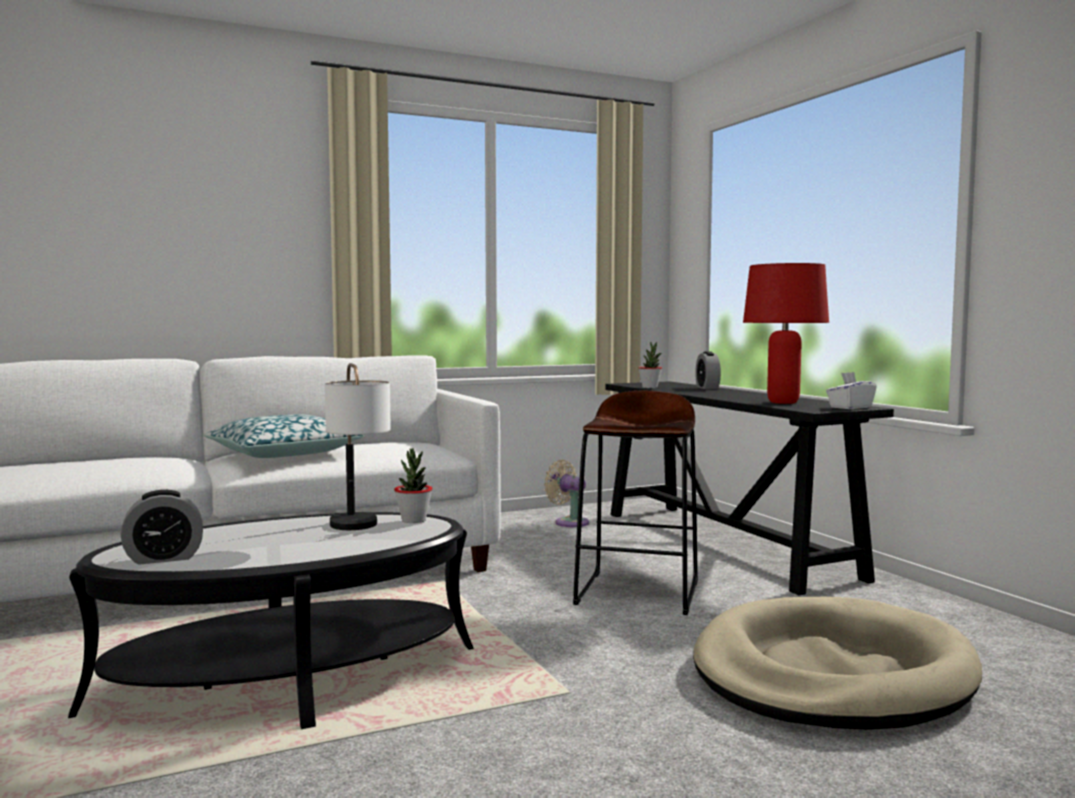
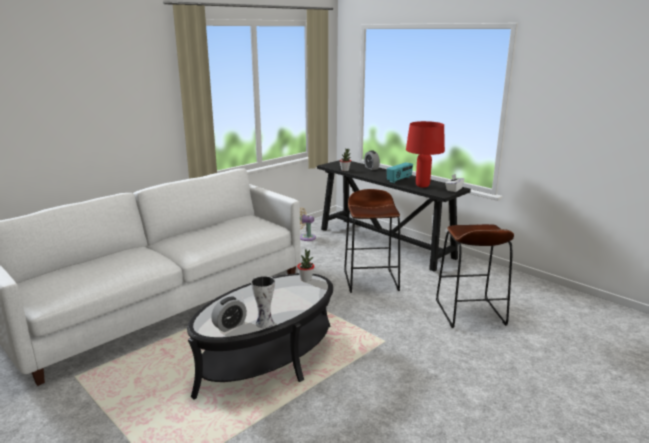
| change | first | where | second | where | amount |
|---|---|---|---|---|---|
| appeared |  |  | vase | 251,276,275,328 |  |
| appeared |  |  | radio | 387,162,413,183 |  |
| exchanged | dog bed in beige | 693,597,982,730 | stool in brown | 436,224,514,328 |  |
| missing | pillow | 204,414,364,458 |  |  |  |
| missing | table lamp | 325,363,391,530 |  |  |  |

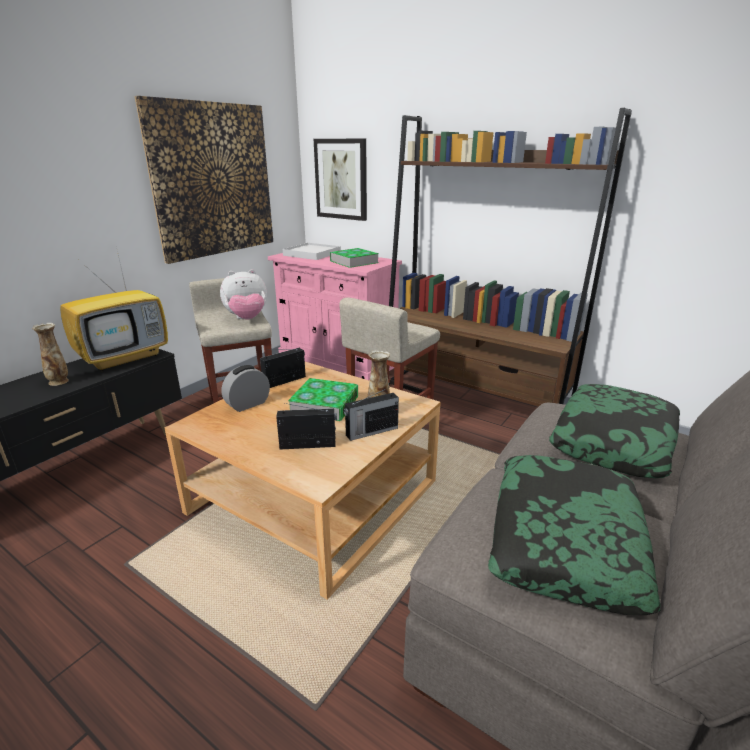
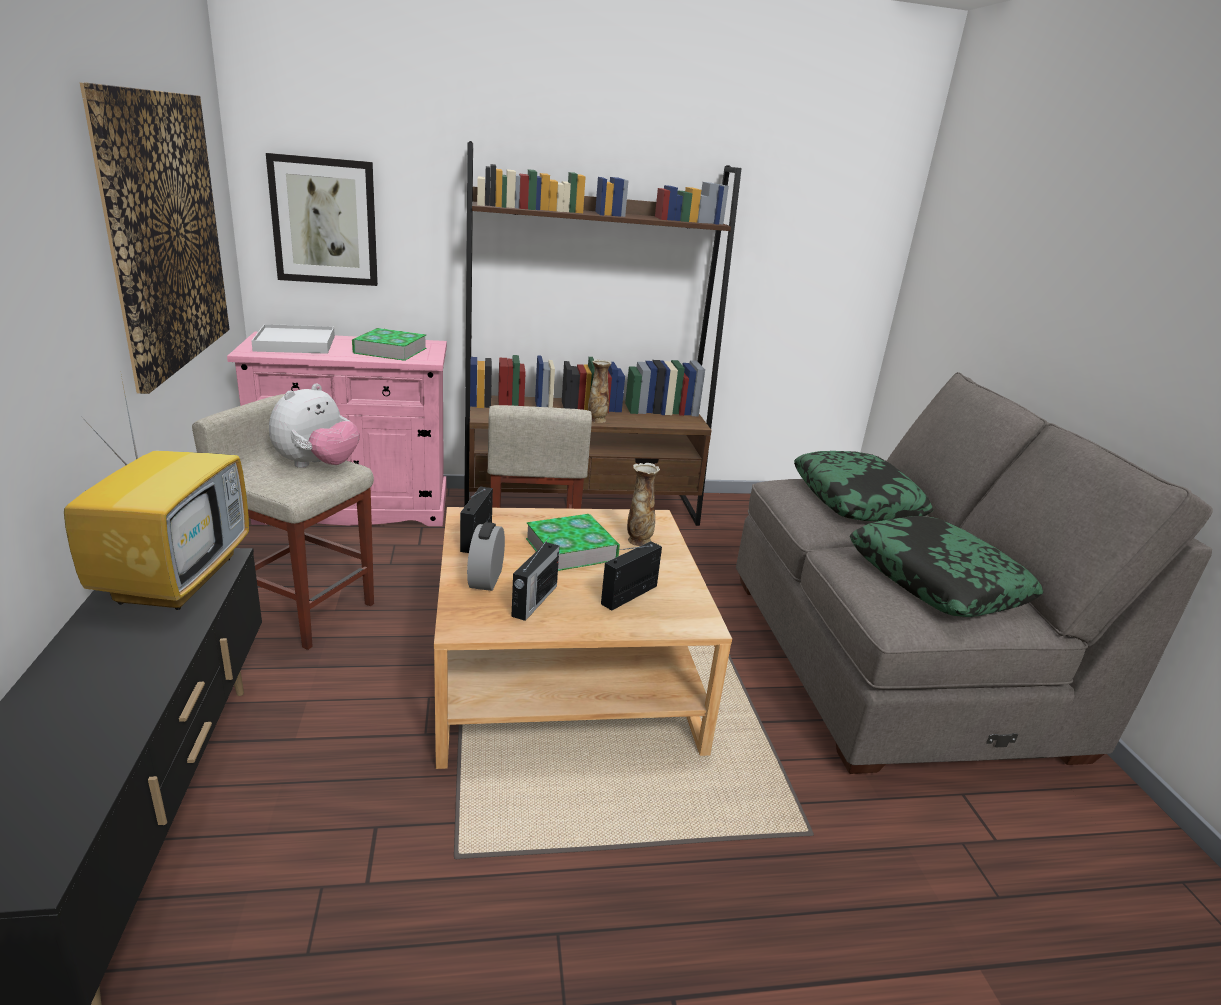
| change | first | where | second | where | amount |
|---|---|---|---|---|---|
| relocated | radio | 344,387,399,441 |  | 511,536,560,621 |  |
| relocated | vase | 32,323,69,386 |  | 588,359,612,423 |  |

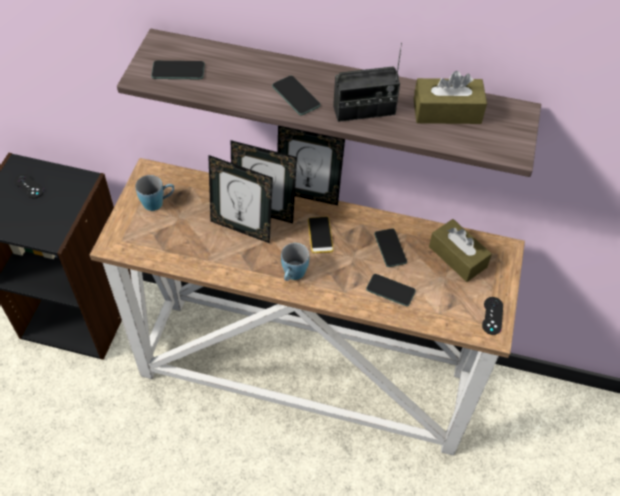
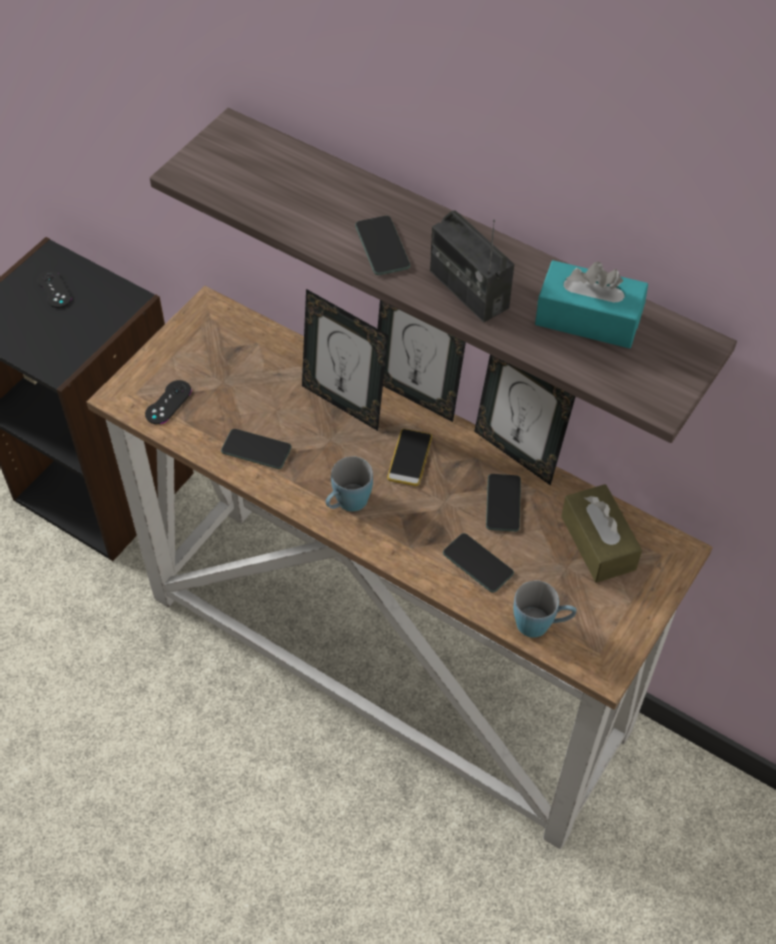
| change | first | where | second | where | amount |
|---|---|---|---|---|---|
| relocated | game controller in black | 482,297,503,335 |  | 145,380,191,424 |  |
| relocated | phone | 151,61,205,79 |  | 221,429,291,469 |  |
| spun | radio | 333,43,402,122 |  | 430,210,514,322 | 45 degrees clockwise |
| relocated | picture frame | 208,155,273,243 |  | 474,354,576,486 |  |
| relocated | mug in blue | 135,175,174,211 |  | 513,581,576,638 |  |
| colour | tissue box in brown | 414,71,487,124 | tissue box in turquoise | 535,260,648,348 |  |

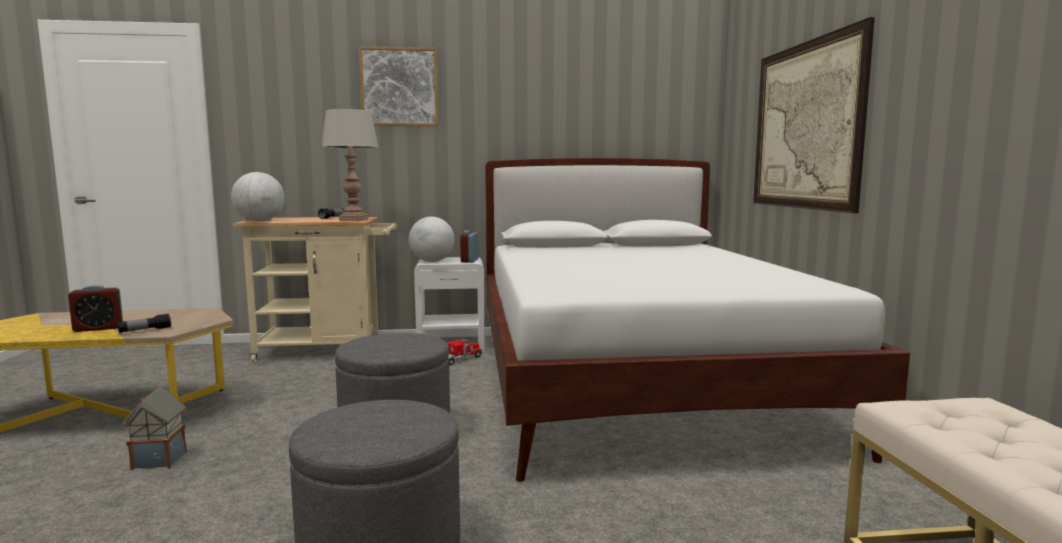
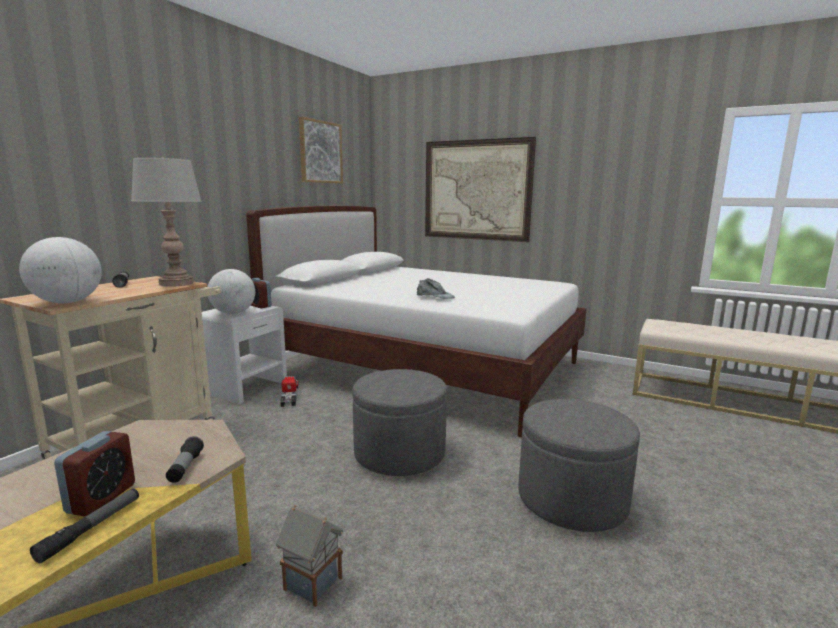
| change | first | where | second | where | amount |
|---|---|---|---|---|---|
| appeared |  |  | flashlight | 30,488,139,563 |  |
| relocated | picture | 359,46,439,126 |  | 299,117,343,183 |  |
| appeared |  |  | cap in grey | 417,278,455,299 |  |

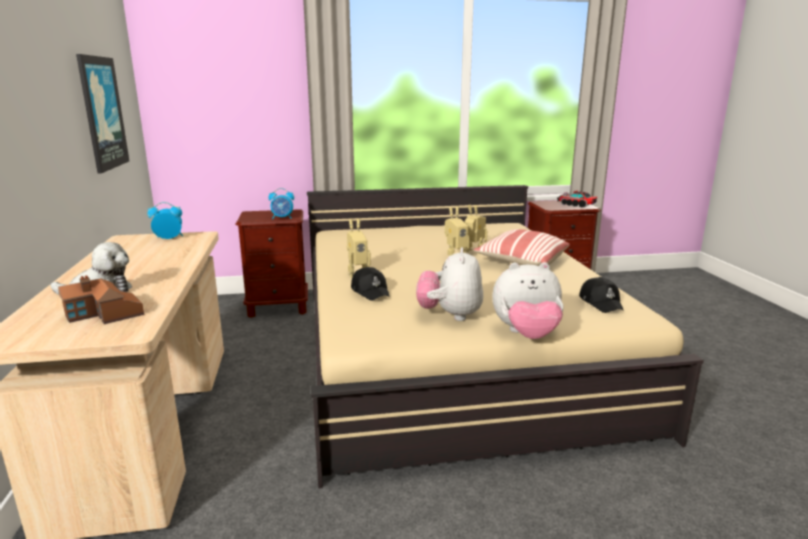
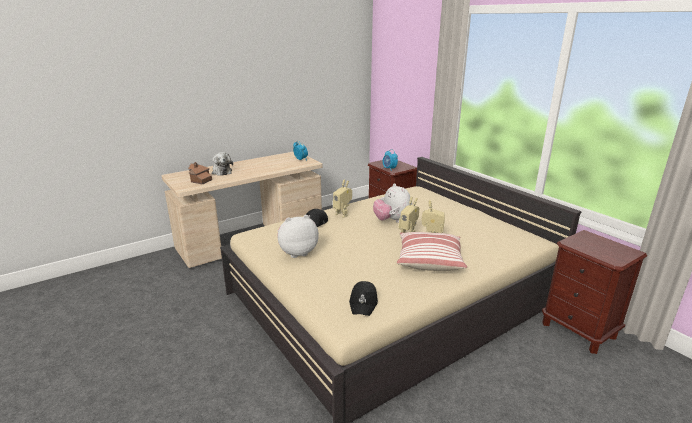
| change | first | where | second | where | amount |
|---|---|---|---|---|---|
| spun | cap in black | 579,277,624,313 |  | 349,281,378,316 | 45 degrees counterclockwise |
| relocated | plush toy | 492,262,564,339 |  | 373,183,412,223 |  |
| missing | picture | 76,54,129,174 |  |  |  |
| missing | toy truck | 557,191,598,208 |  |  |  |

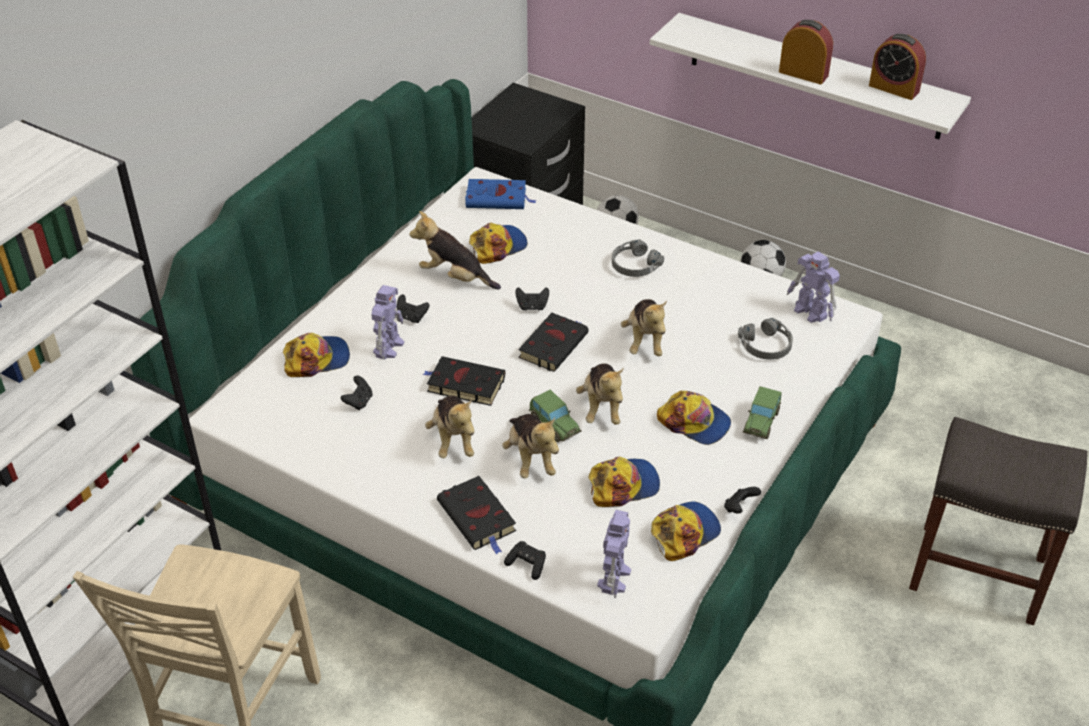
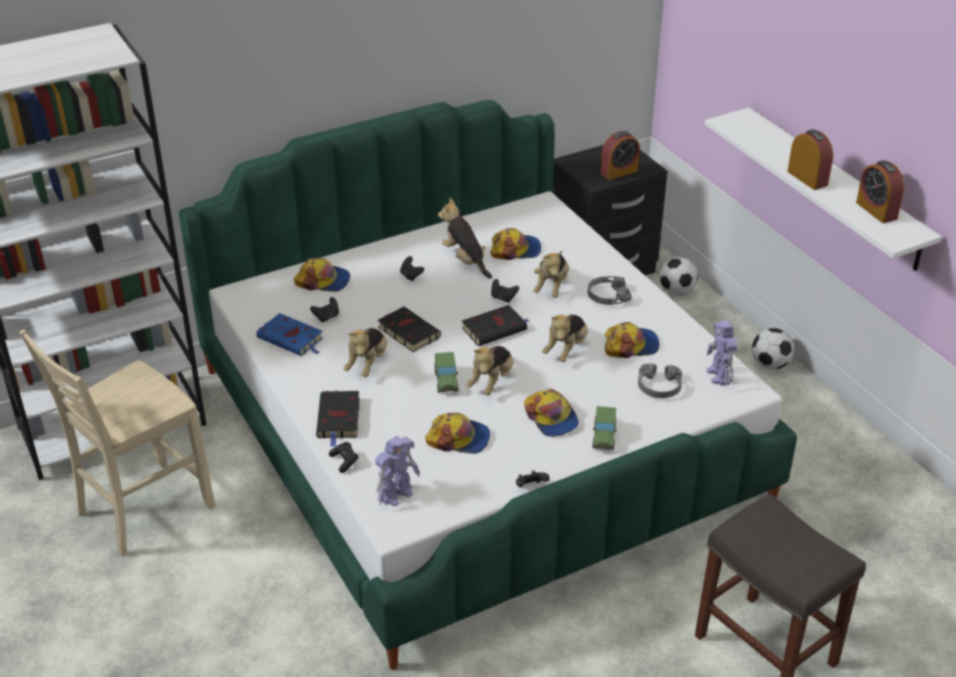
| change | first | where | second | where | amount |
|---|---|---|---|---|---|
| relocated | book in blue | 465,179,536,209 |  | 256,313,323,356 |  |
| relocated | plush toy | 502,414,559,479 |  | 533,251,569,298 |  |
| spun | toy car | 743,386,781,439 |  | 592,406,617,450 | 45 degrees counterclockwise |
| appeared |  |  | alarm clock | 601,131,640,180 |  |
| relocated | cap | 651,501,721,561 |  | 605,322,660,358 |  |
| missing | toy robot | 371,285,404,360 |  |  |  |

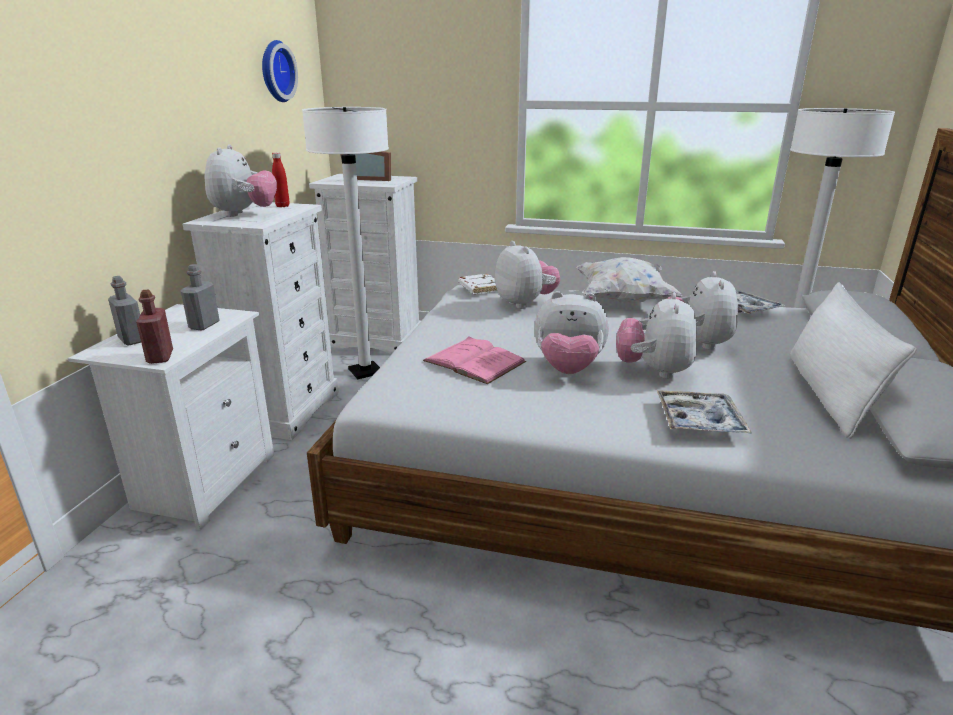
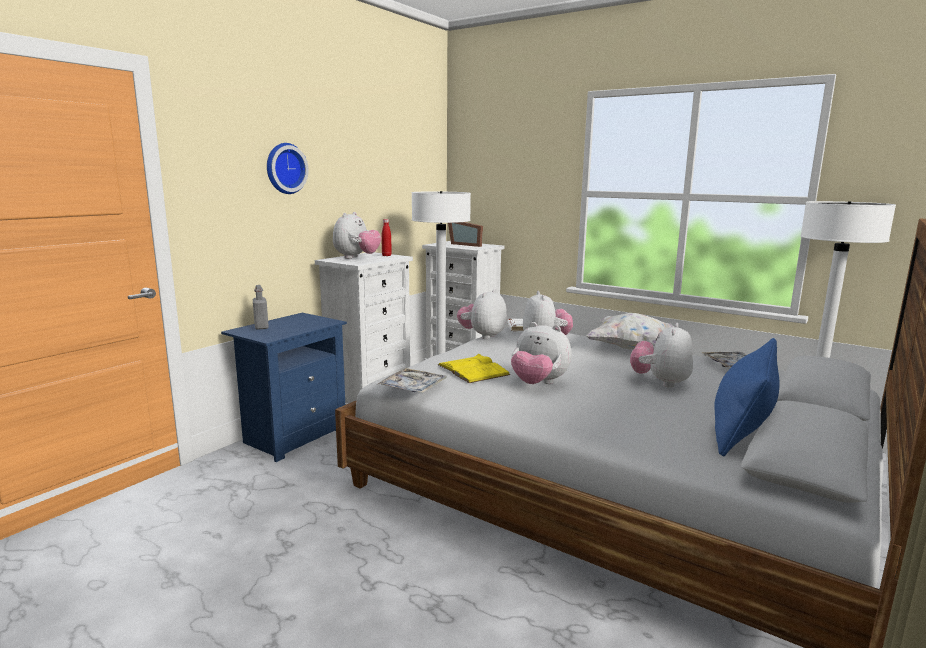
| change | first | where | second | where | amount |
|---|---|---|---|---|---|
| colour | nightstand in white | 68,304,274,530 | nightstand in blue | 221,313,347,462 |  |
| relocated | wall clock | 262,40,298,102 |  | 267,143,309,194 |  |
| relocated | tray | 657,390,752,434 |  | 378,368,447,393 |  |
| colour | book in pink | 423,336,526,384 | book in yellow | 438,353,511,383 |  |
| relocated | plush toy | 616,293,697,379 |  | 457,289,507,339 |  |
| colour | pillow in white | 790,282,917,439 | pillow in blue | 715,338,780,456 |  |
| missing | bottle in red | 136,290,173,364 |  |  |  |
| missing | bottle in grey | 181,264,219,330 |  |  |  |

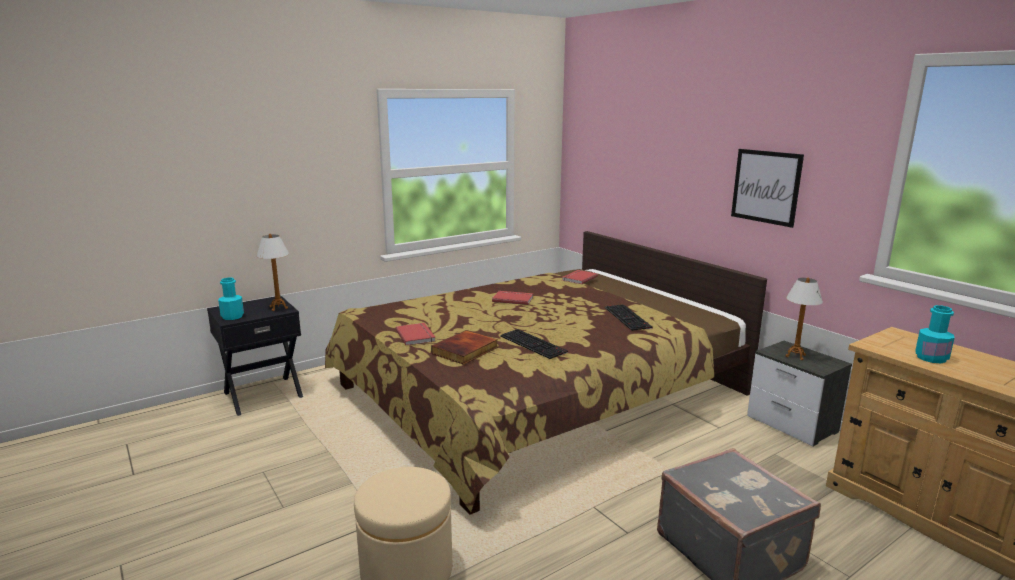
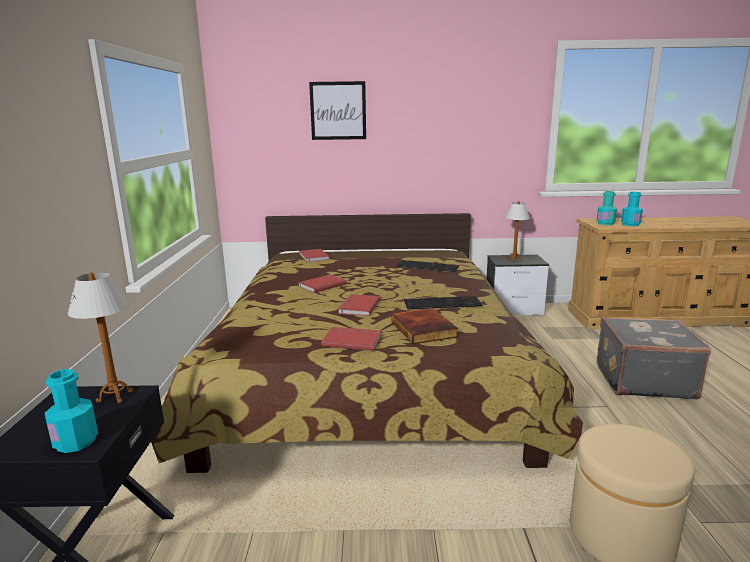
| change | first | where | second | where | amount |
|---|---|---|---|---|---|
| relocated | picture | 731,149,804,228 |  | 309,81,366,140 |  |
| appeared |  |  | book in red | 338,294,380,316 |  |
| appeared |  |  | bottle in turquoise | 597,191,617,225 |  |

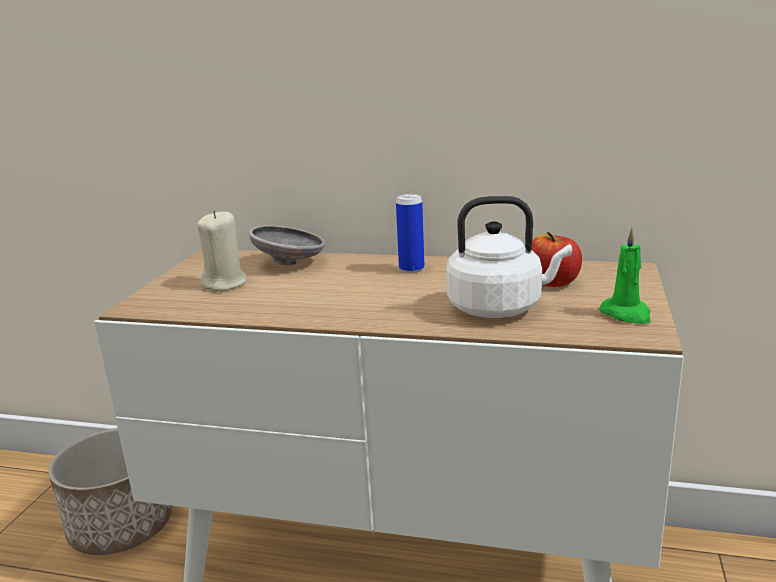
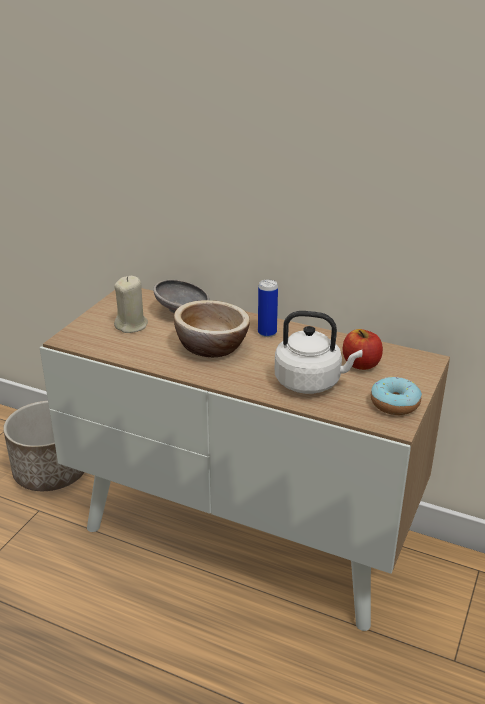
| change | first | where | second | where | amount |
|---|---|---|---|---|---|
| appeared |  |  | bowl | 174,300,250,358 |  |
| exchanged | candle in green | 599,228,651,324 | donut | 371,377,422,415 |  |

